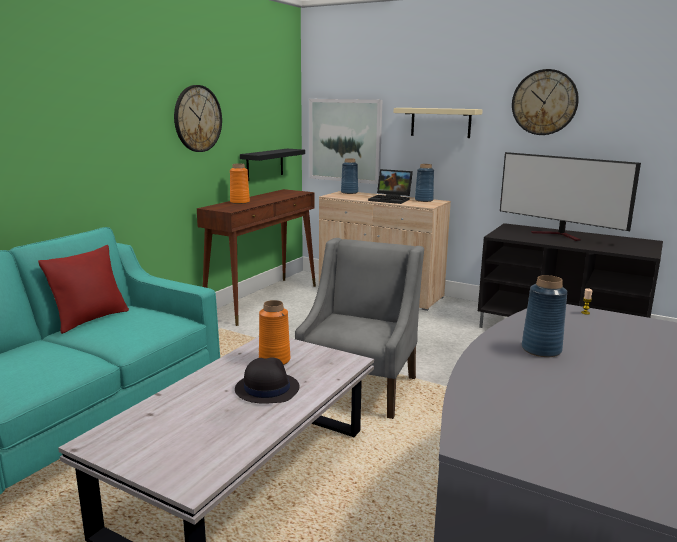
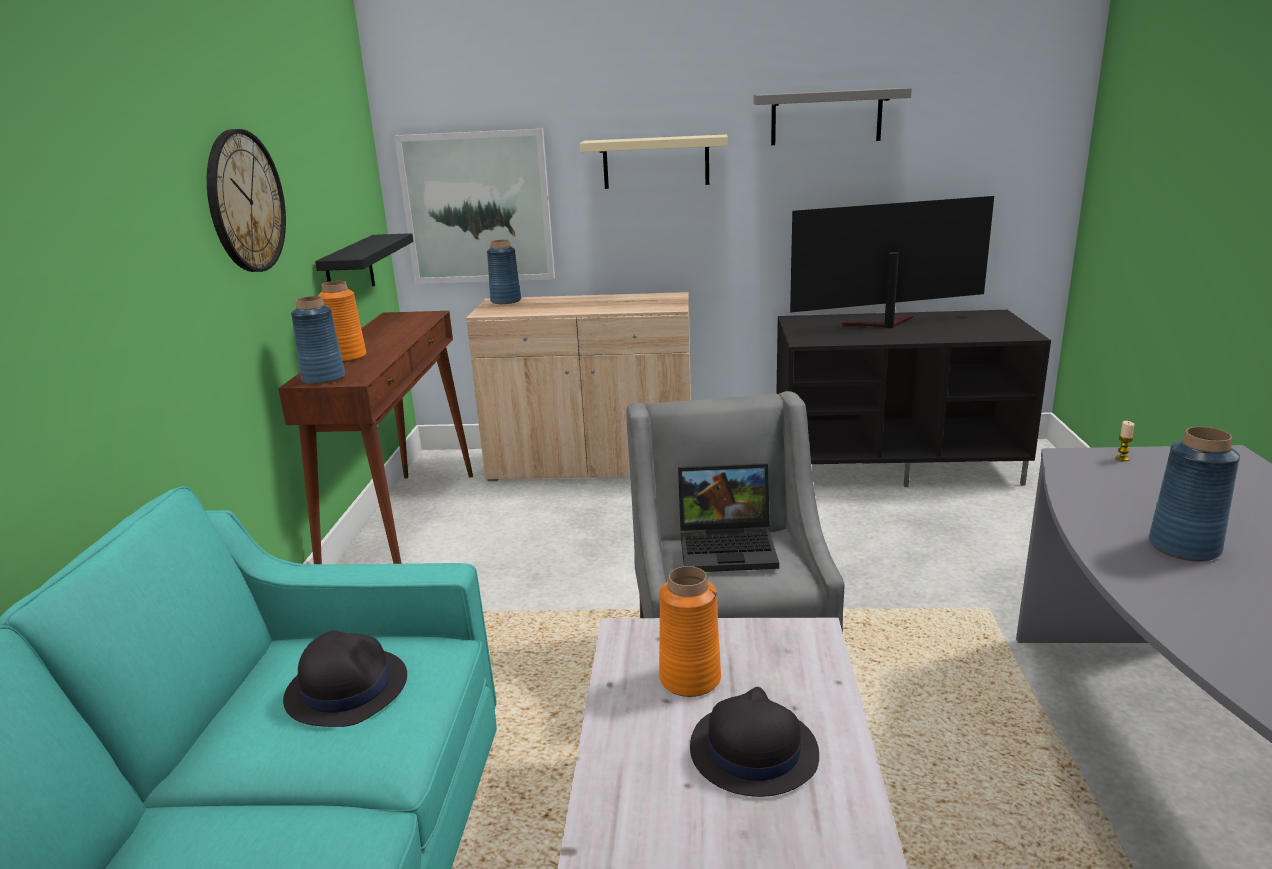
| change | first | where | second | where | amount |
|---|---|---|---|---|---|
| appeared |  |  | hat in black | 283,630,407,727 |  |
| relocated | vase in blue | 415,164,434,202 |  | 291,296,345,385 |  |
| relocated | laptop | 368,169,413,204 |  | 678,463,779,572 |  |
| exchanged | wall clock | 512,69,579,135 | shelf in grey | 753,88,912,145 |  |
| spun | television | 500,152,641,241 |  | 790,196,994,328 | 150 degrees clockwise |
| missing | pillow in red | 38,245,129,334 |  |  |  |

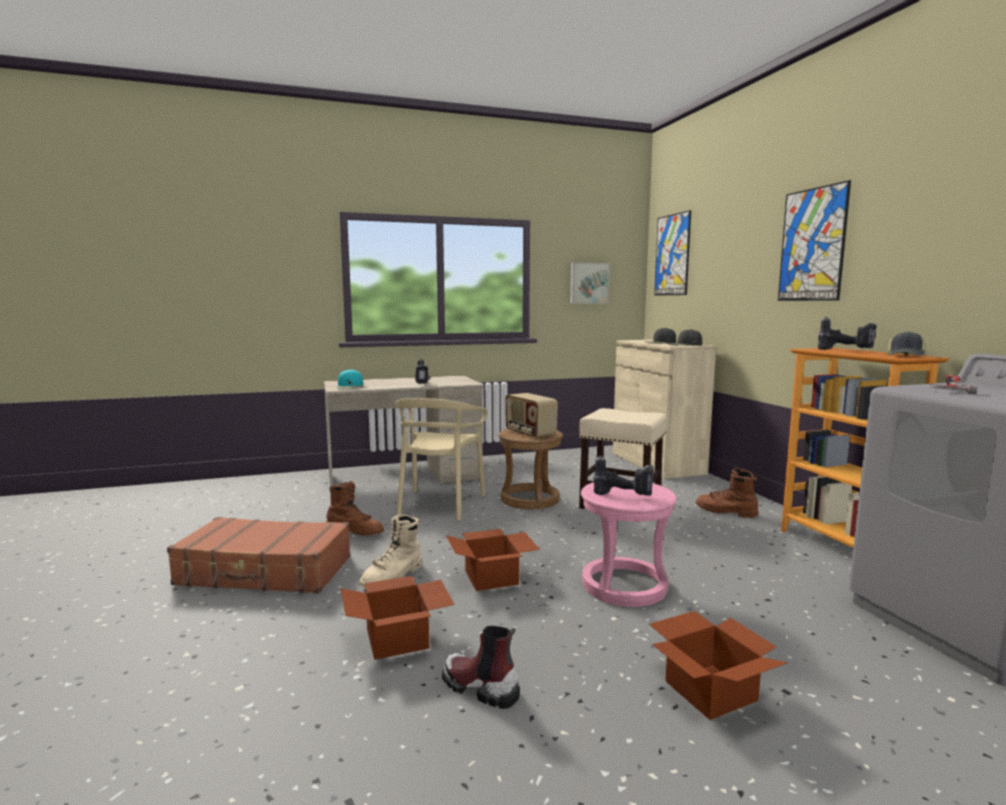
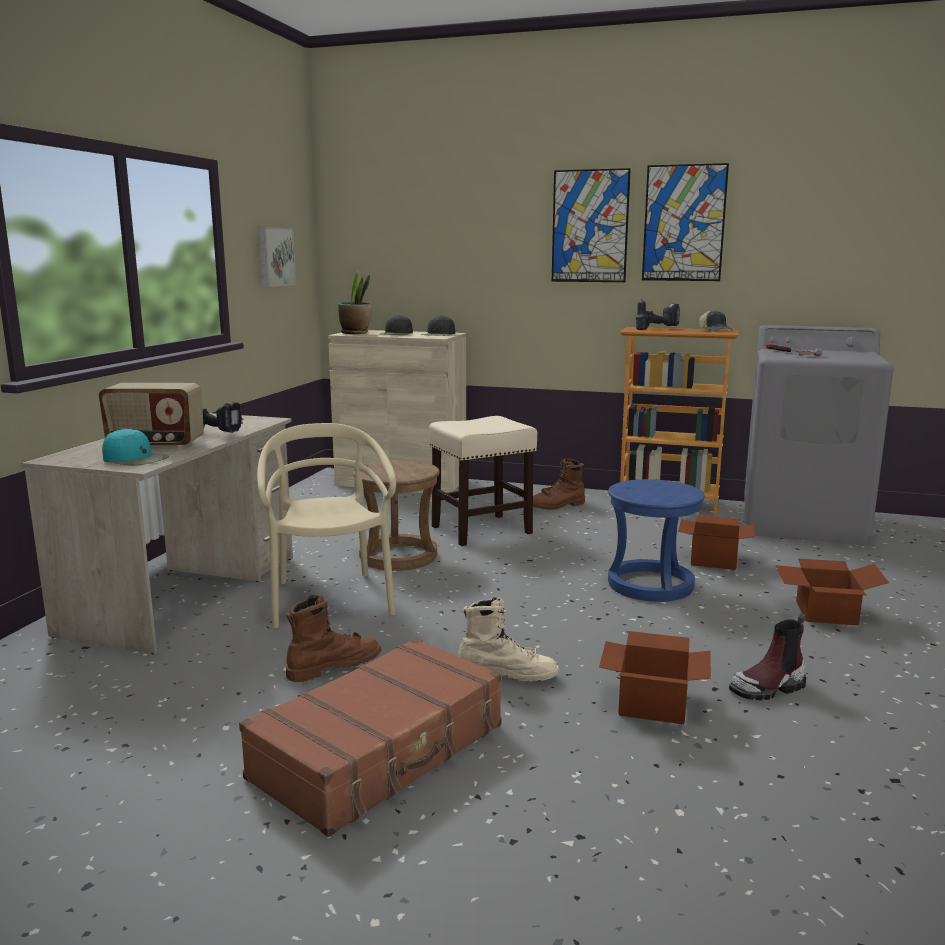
| change | first | where | second | where | amount |
|---|---|---|---|---|---|
| relocated | radio | 505,393,558,439 |  | 99,383,204,448 |  |
| spun | chair in beige | 396,398,487,521 |  | 257,423,396,628 | 150 degrees counterclockwise |
| appeared |  |  | potted plant | 338,270,372,334 |  |
| spun | boot in beige | 359,514,422,587 |  | 458,596,560,682 | 60 degrees counterclockwise |
| colour | stool in pink | 581,479,677,607 | stool in blue | 608,479,705,602 |  |
| relocated | picture | 654,210,691,296 |  | 642,163,729,281 |  |
| relocated | cardboard box | 446,529,540,591 |  | 678,515,755,570 |  |
| missing | power drill | 593,455,654,496 |  |  |  |

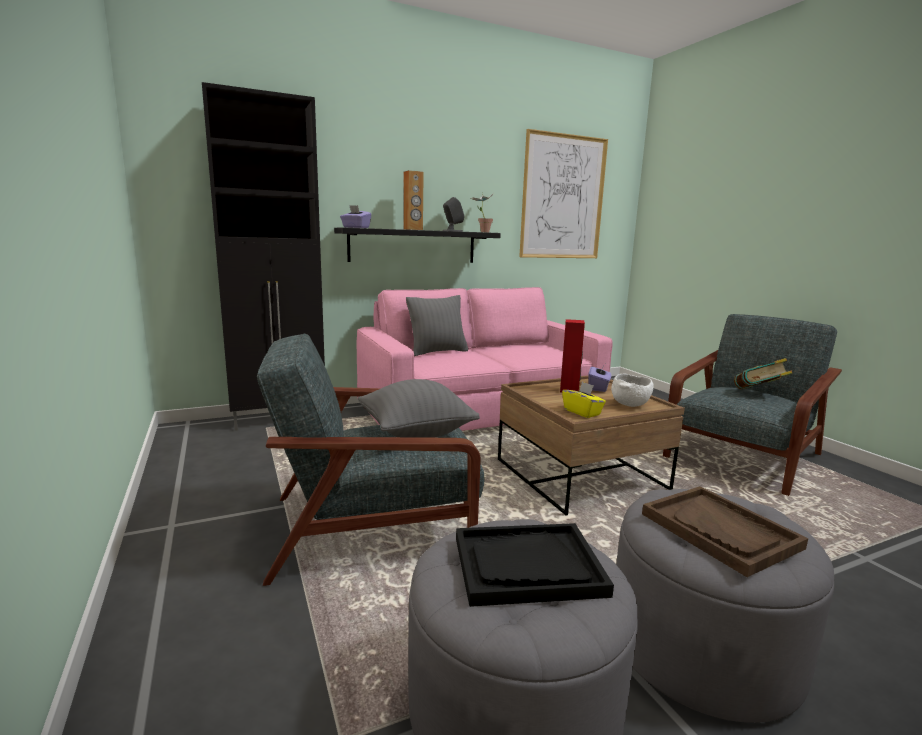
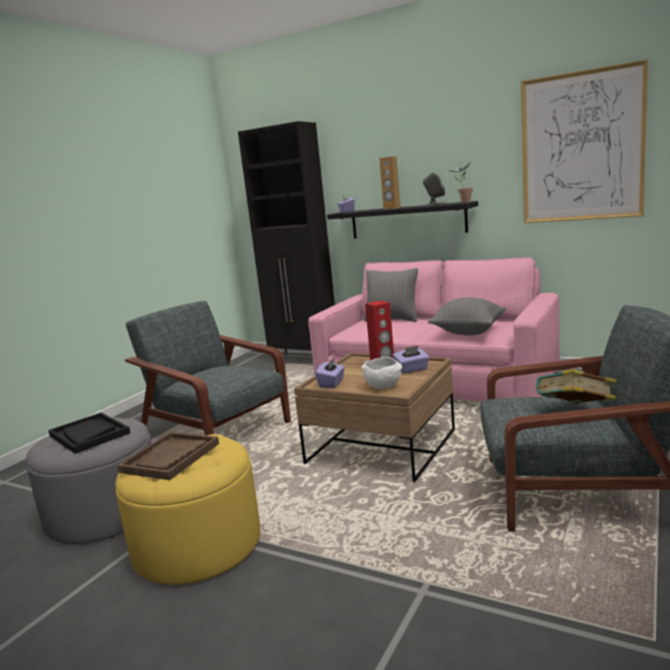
| change | first | where | second | where | amount |
|---|---|---|---|---|---|
| colour | ottoman in grey | 616,489,834,723 | ottoman in yellow | 115,434,261,585 |  |
| colour | tissue box in yellow | 562,382,606,418 | tissue box in purple | 315,358,345,388 |  |
| relocated | pillow in grey | 358,379,480,438 |  | 428,297,506,335 |  |

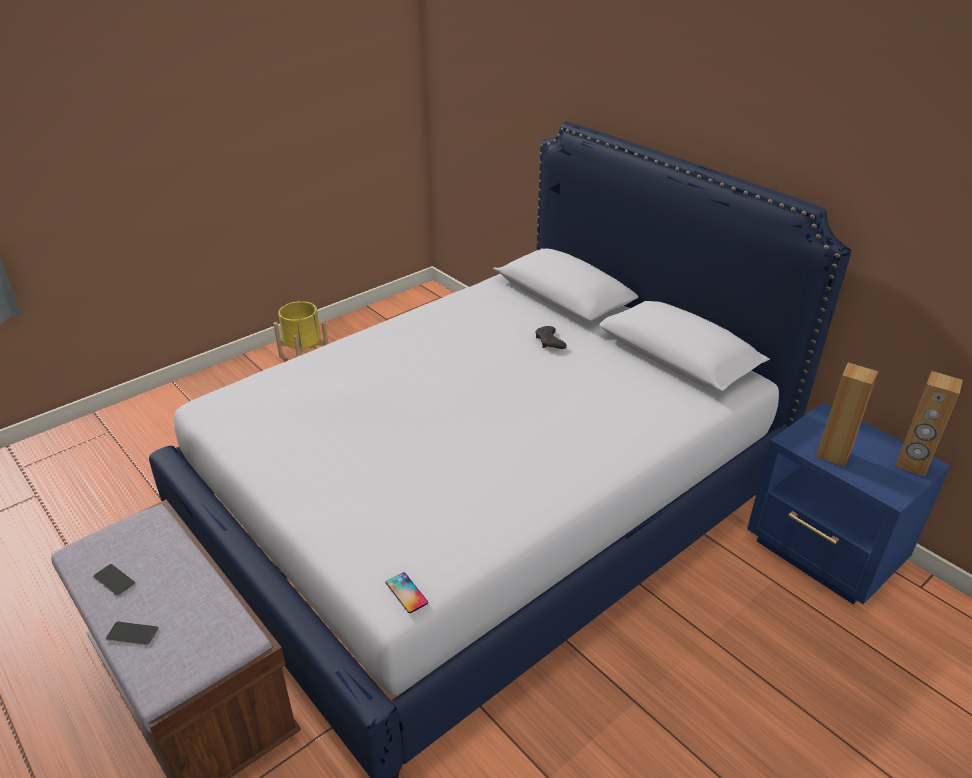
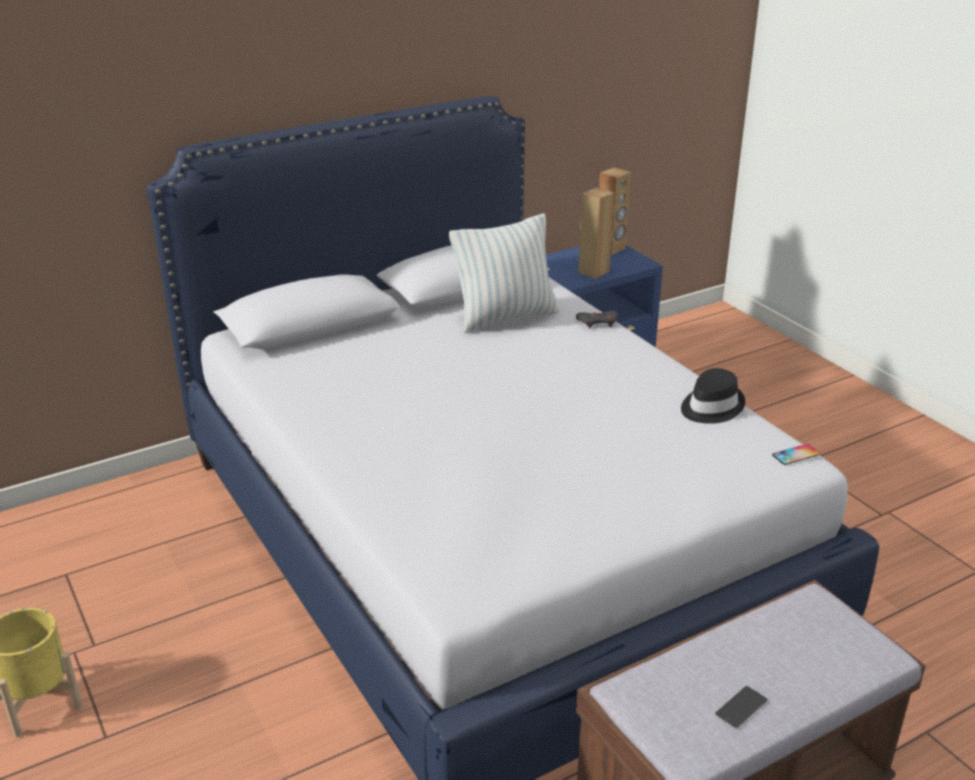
| change | first | where | second | where | amount |
|---|---|---|---|---|---|
| appeared |  |  | pillow | 449,214,559,333 |  |
| relocated | game controller in grey | 536,326,567,349 |  | 576,311,618,328 |  |
| appeared |  |  | hat in black | 681,368,745,424 |  |
| missing | phone | 106,621,159,646 |  |  |  |

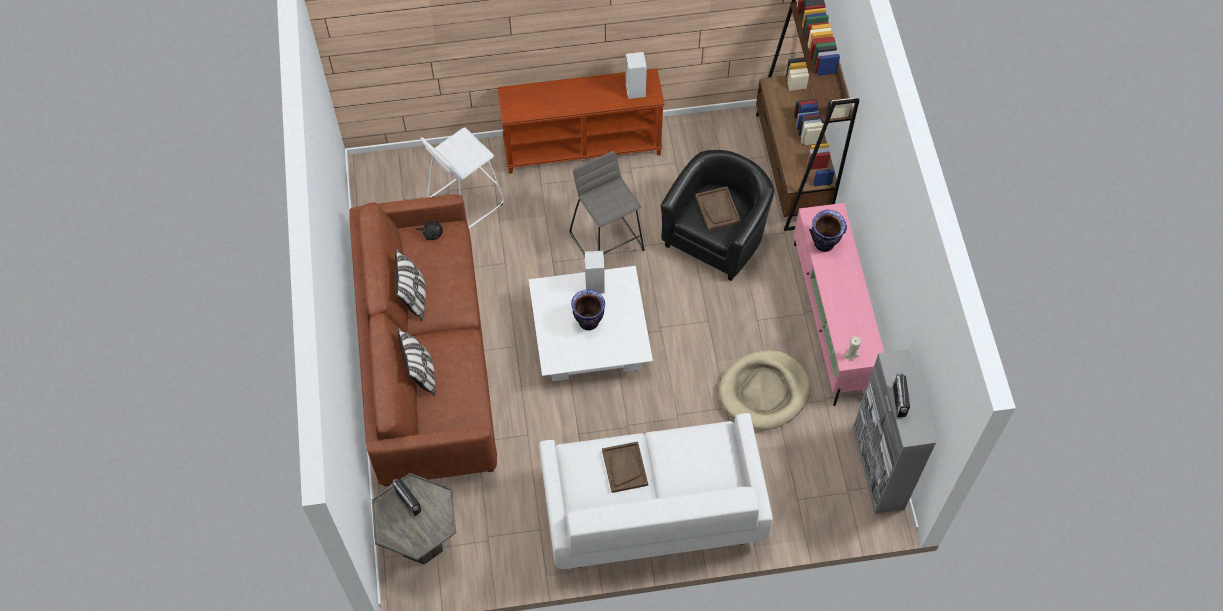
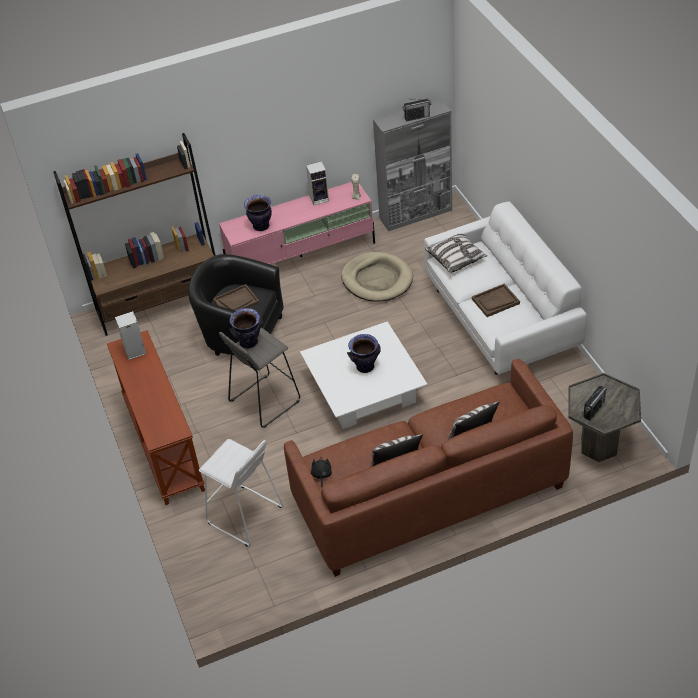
| change | first | where | second | where | amount |
|---|---|---|---|---|---|
| appeared |  |  | vase | 229,308,263,348 |  |
| relocated | speaker | 584,251,605,293 |  | 306,161,329,205 |  |
| appeared |  |  | pillow | 425,234,487,274 |  |

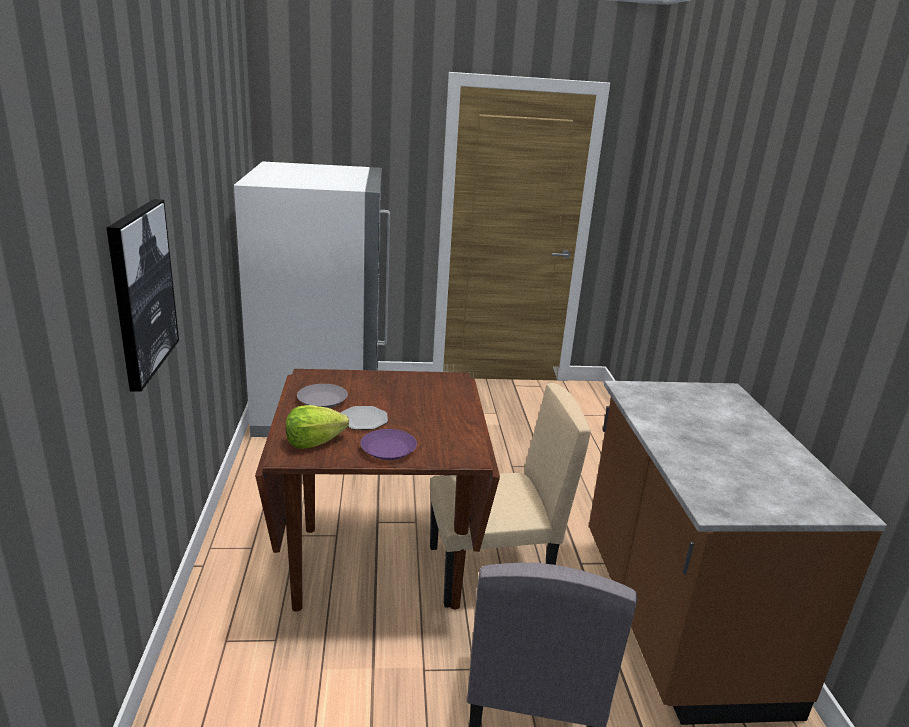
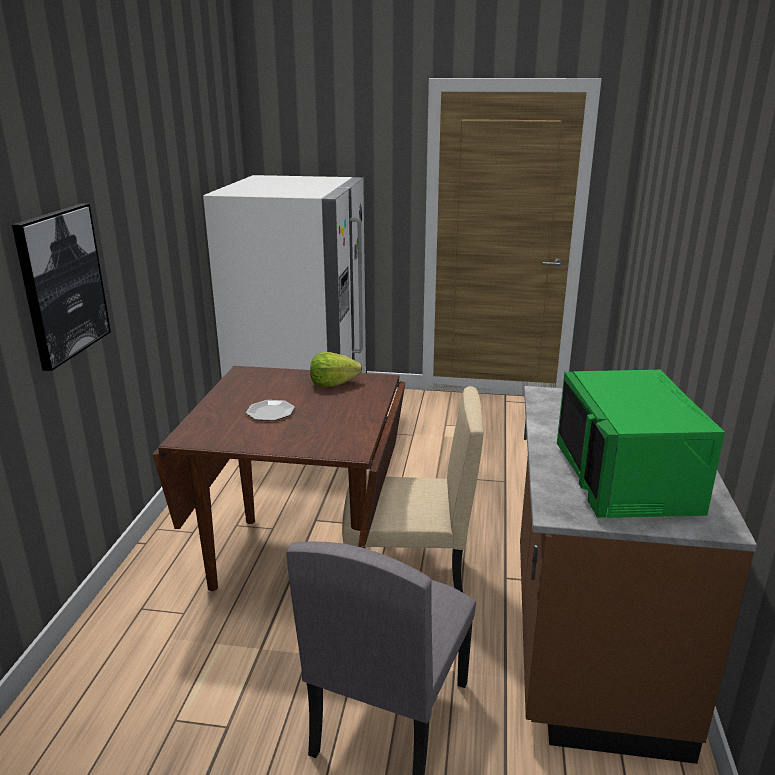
| change | first | where | second | where | amount |
|---|---|---|---|---|---|
| relocated | lettuce | 286,405,349,449 |  | 310,352,362,387 |  |
| appeared |  |  | microwave in green | 557,370,725,518 |  |
| missing | plate in grey | 297,384,348,408 |  |  |  |
| missing | plate in purple | 360,429,417,460 |  |  |  |

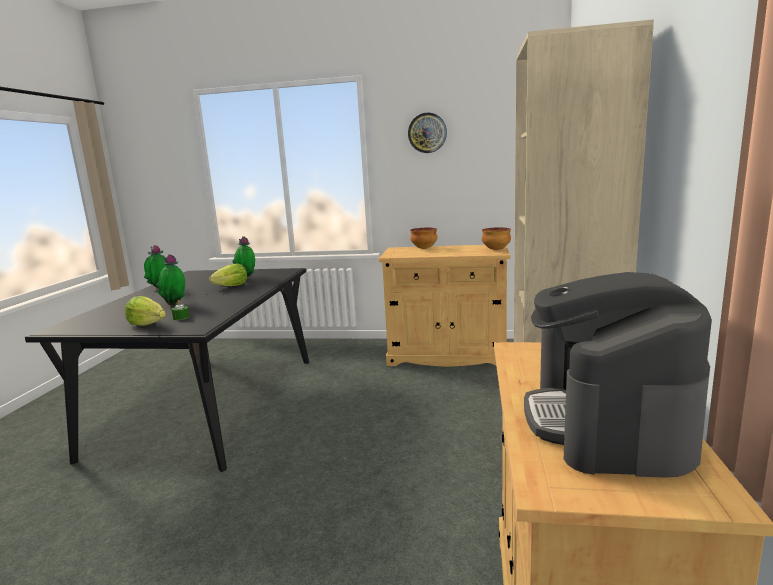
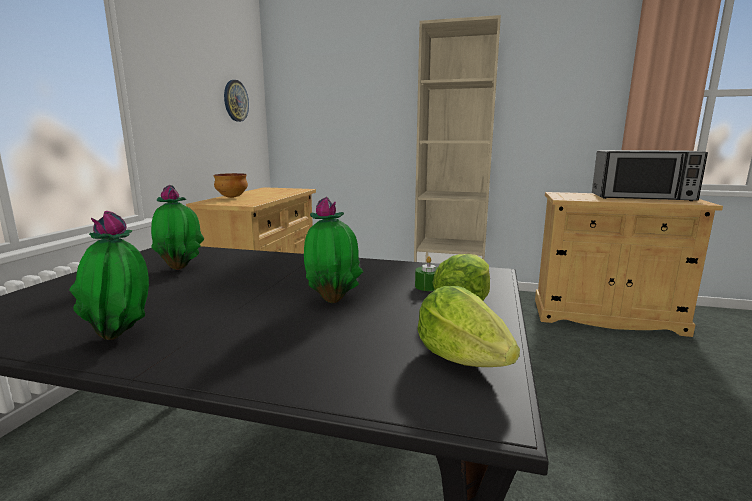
| change | first | where | second | where | amount |
|---|---|---|---|---|---|
| relocated | wall clock | 408,112,447,153 |  | 224,80,249,122 |  |
| relocated | lettuce | 209,263,247,286 |  | 417,286,520,367 |  |
| exchanged | coffee machine | 524,272,712,478 | microwave | 592,150,708,201 |  |
| missing | bowl | 482,227,511,250 |  |  |  |

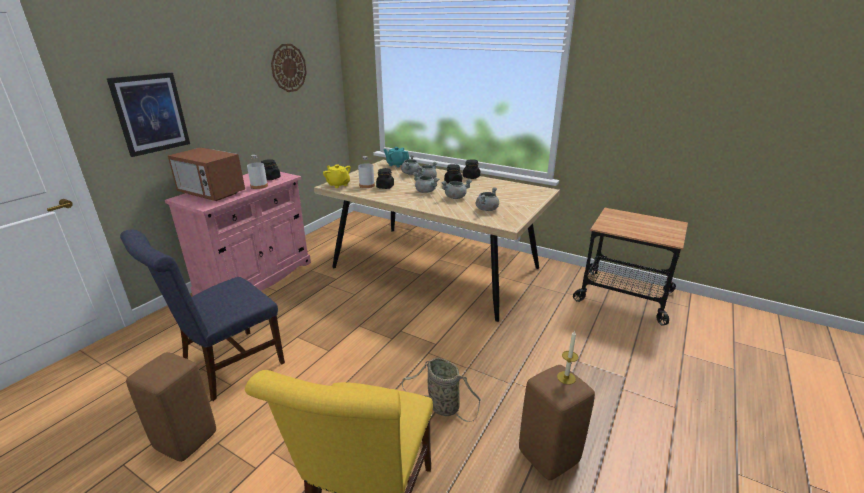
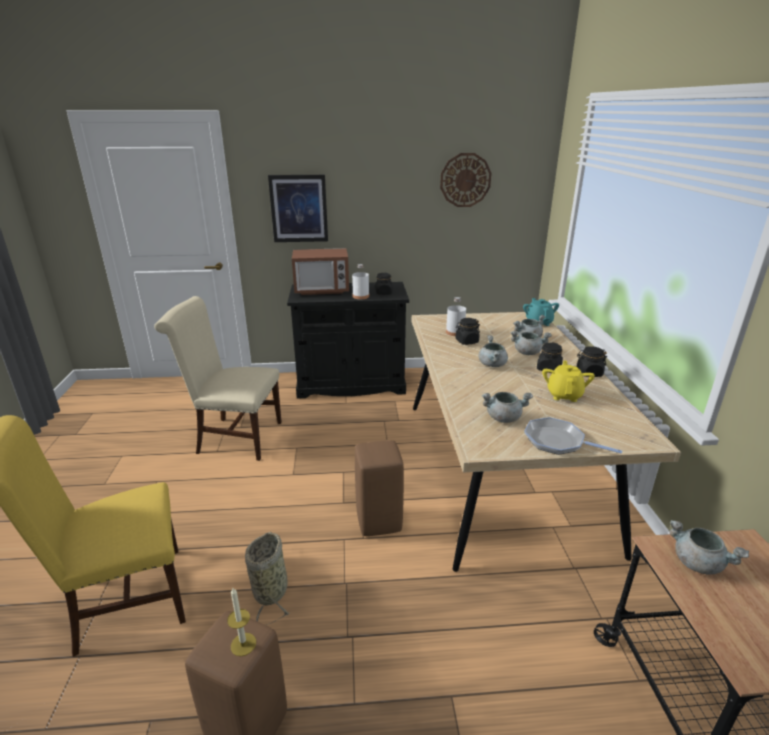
| change | first | where | second | where | amount |
|---|---|---|---|---|---|
| colour | chair in blue | 120,230,285,401 | chair in beige | 154,296,282,461 |  |
| colour | cabinet in pink | 165,172,311,296 | cabinet in black | 287,282,409,399 |  |
| spun | microwave | 168,147,245,201 |  | 292,248,349,295 | 90 degrees counterclockwise |
| relocated | stool in brown | 126,352,216,462 |  | 355,440,404,536 |  |
| appeared |  |  | frying pan | 524,417,622,455 |  |
| relocated | teapot in yellow | 323,165,351,188 |  | 542,360,595,402 |  |
| relocated | cooking pot in grey | 441,179,472,199 |  | 669,520,749,574 |  |

